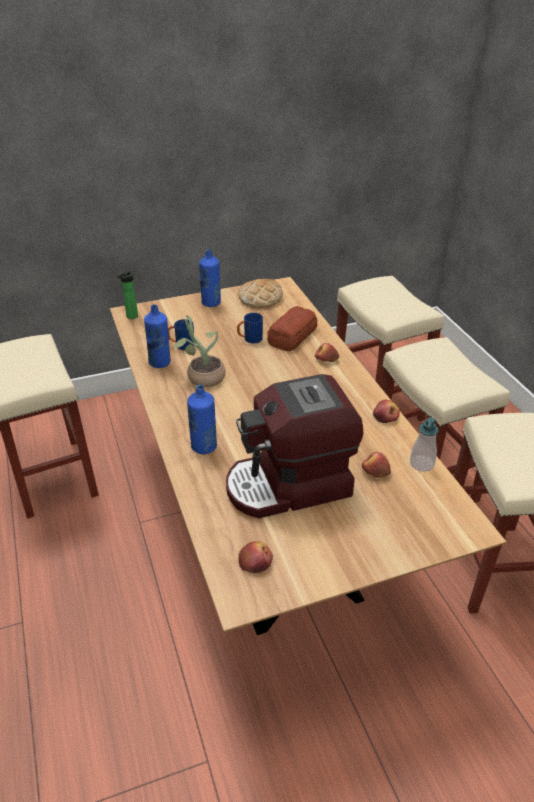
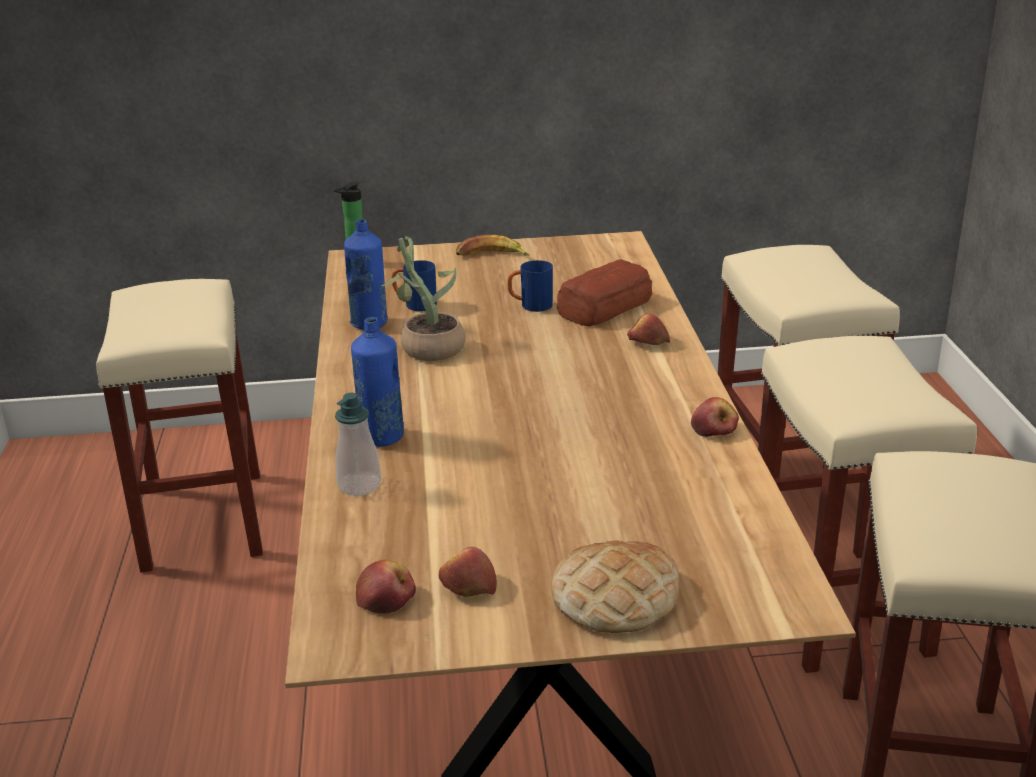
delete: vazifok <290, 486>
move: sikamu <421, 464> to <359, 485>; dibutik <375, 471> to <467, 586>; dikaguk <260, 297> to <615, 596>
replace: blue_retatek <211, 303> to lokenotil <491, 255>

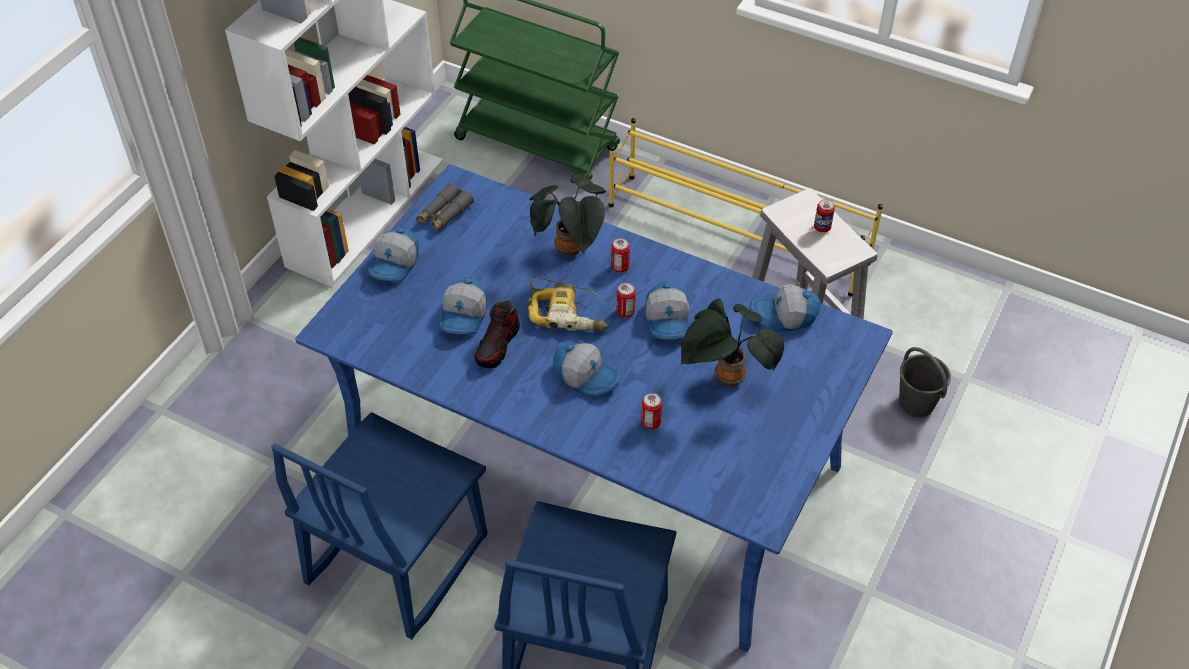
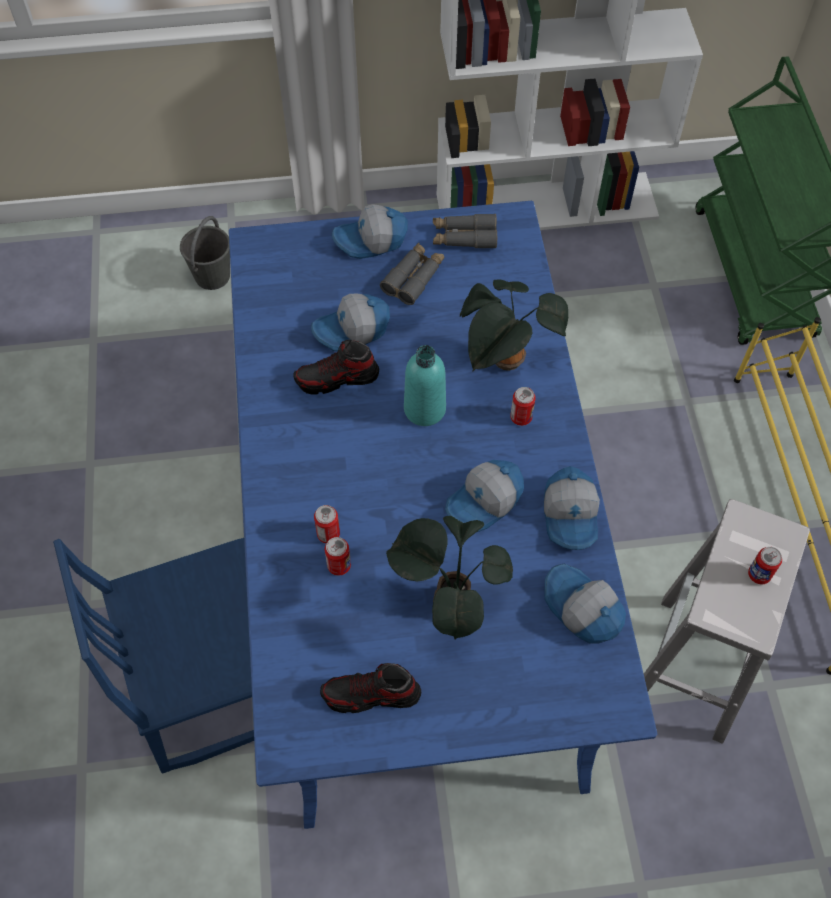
delete: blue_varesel <395, 559>
insert: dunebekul <371, 695>; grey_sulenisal <413, 278>
move: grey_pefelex <917, 404> to <212, 276>; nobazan <625, 312> to <328, 534>; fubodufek <586, 376> to <571, 515>
replace: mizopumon <567, 312> to turquoise_retatek <424, 409>

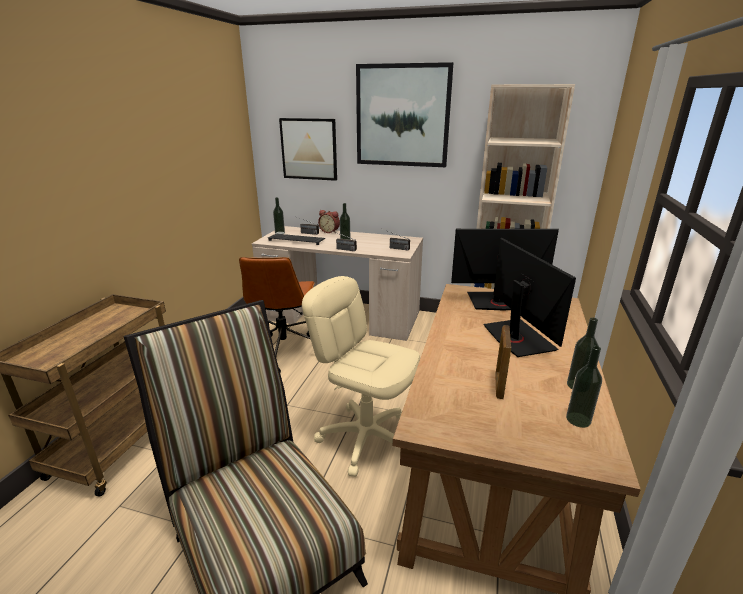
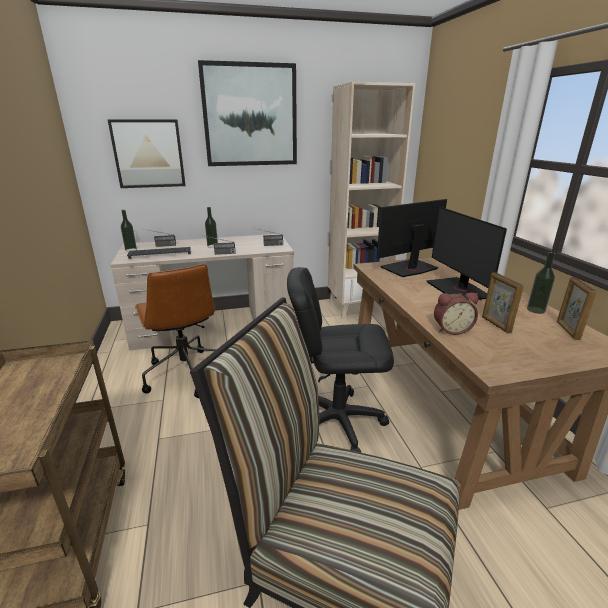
move: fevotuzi <330, 231> to <451, 329>
replace: retatek <578, 420> to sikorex <567, 330>
recolor: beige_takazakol <366, 438> to black_takazakol <337, 422>
rotate: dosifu <517, 338> = <458, 290> 150 degrees counterclockwise

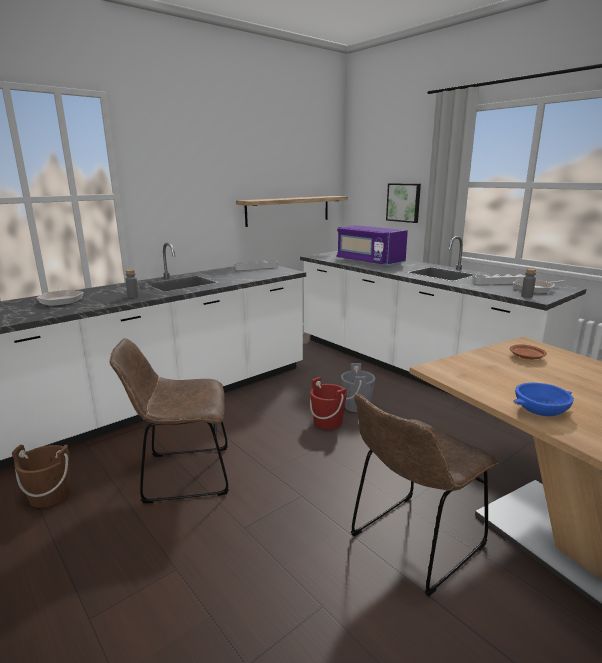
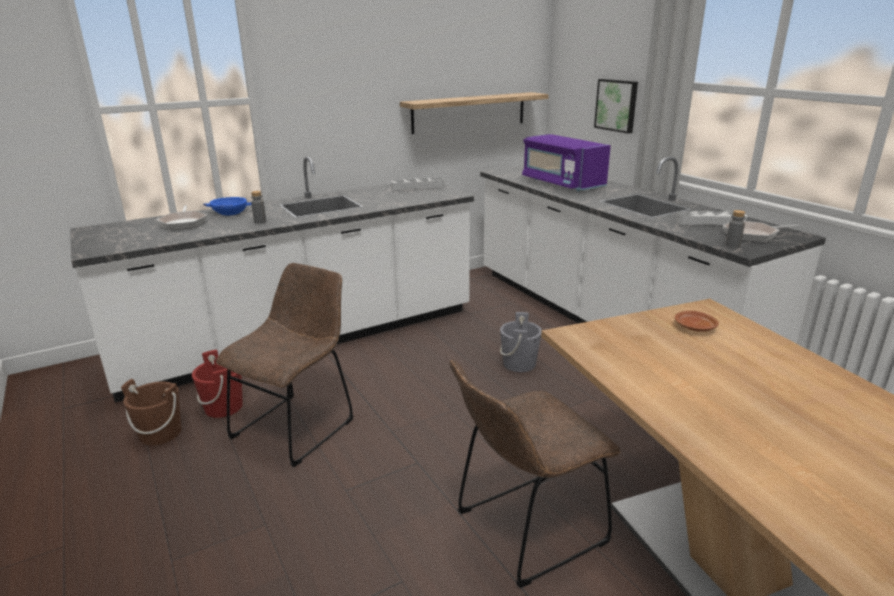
move: red_pefelex <328, 422> to <223, 407>; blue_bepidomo <540, 409> to <230, 213>
rotate: brown_varesel <182, 474> = <297, 426> 120 degrees clockwise

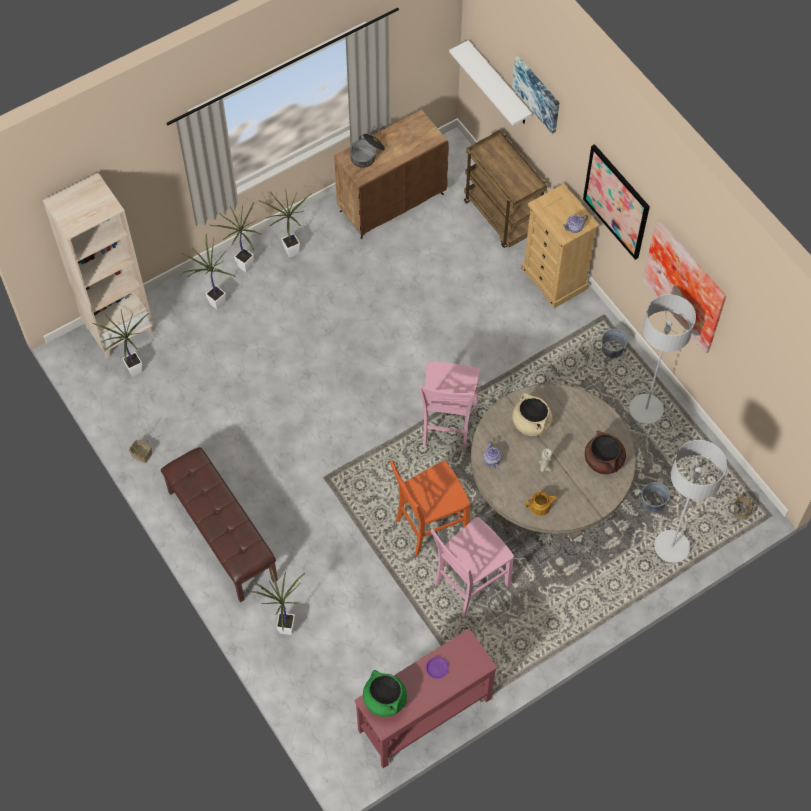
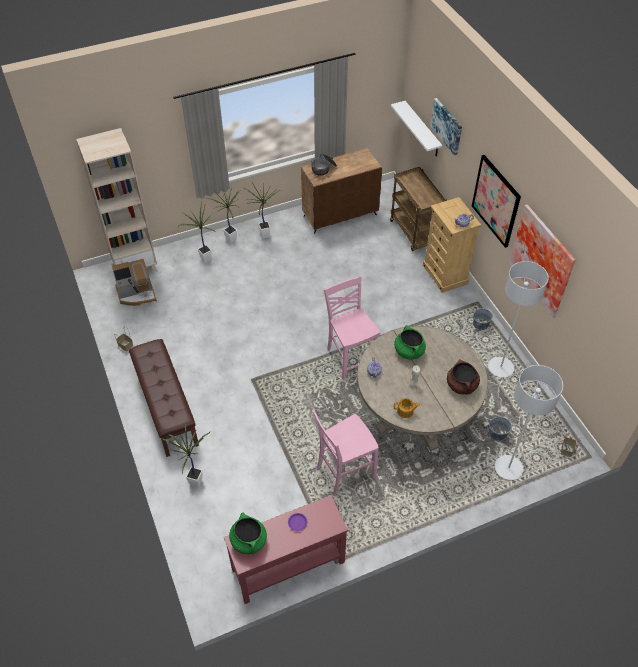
delete: orange_varesel <429, 526>
replace: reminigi <134, 374> to vazifok <137, 294>
recolor: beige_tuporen <531, 423> to green_tuporen <408, 351>
rotate: pink_varesel <447, 425> = <350, 357> 135 degrees clockwise

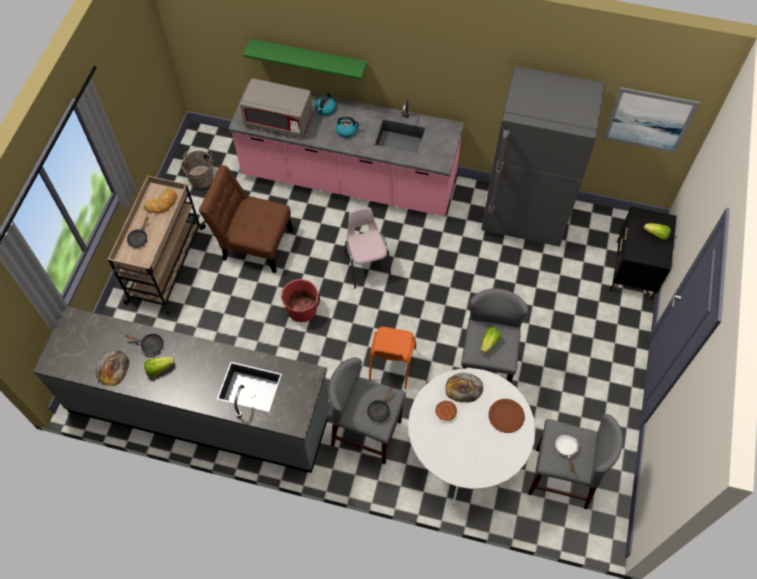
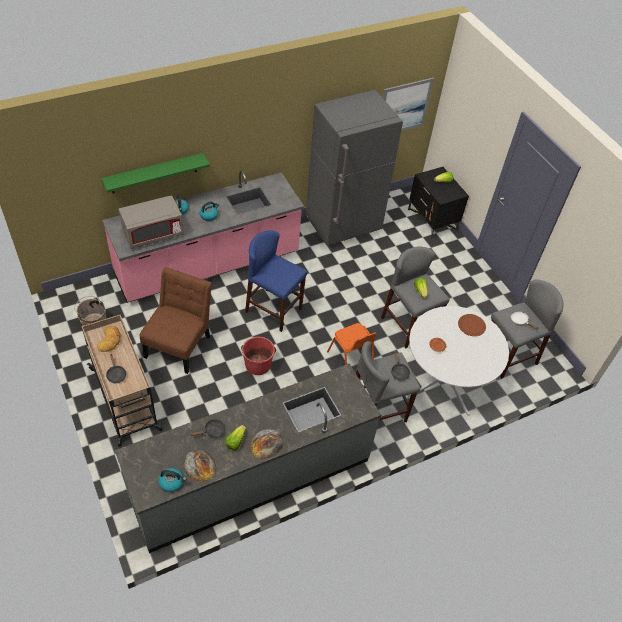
insert: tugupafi <172, 482>
move: dikaguk <464, 388> to <266, 443>
replace: pink_varesel <367, 265> to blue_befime <273, 310>
rotate: brown_varesel <254, 243> = <179, 344> 135 degrees clockwise

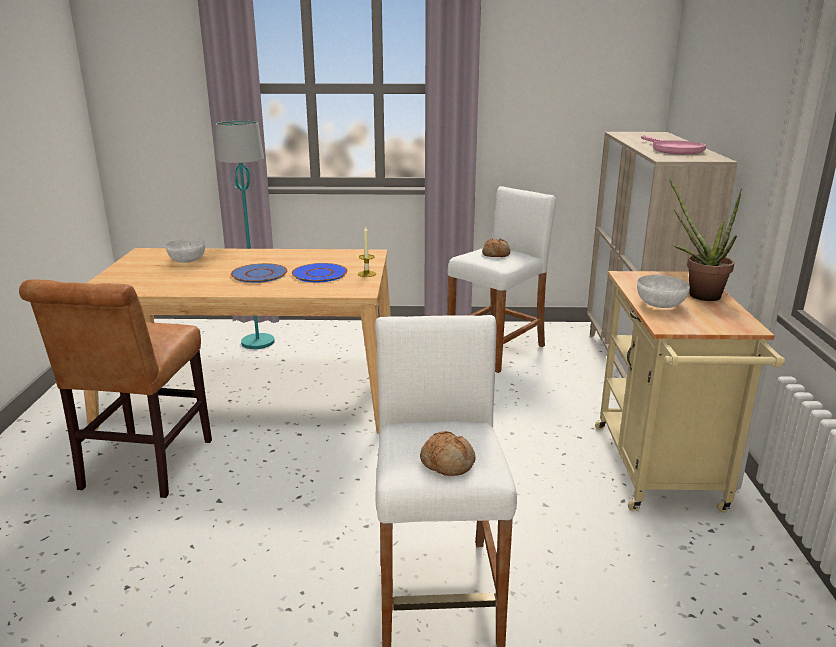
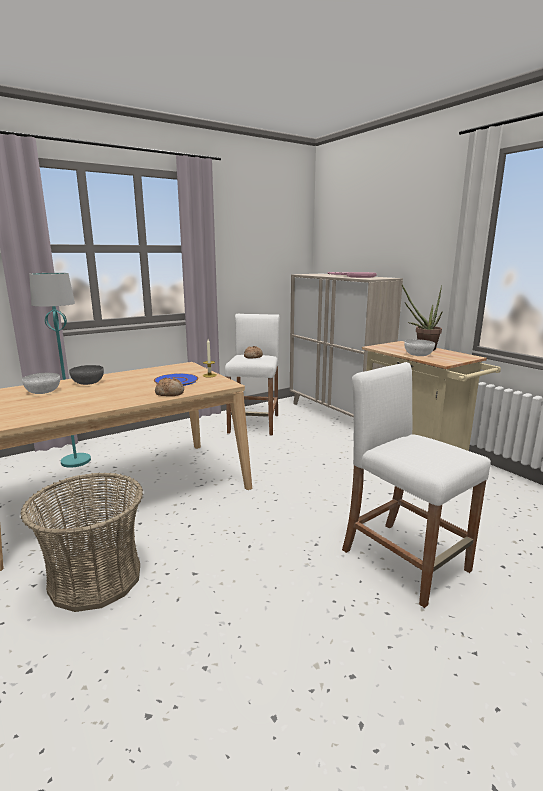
delete: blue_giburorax <259, 274>
insert: grey_bepidomo <87, 383>
move: dikaguk <448, 463> to <170, 393>
replace: brown_varesel <143, 468> to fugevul <95, 578>

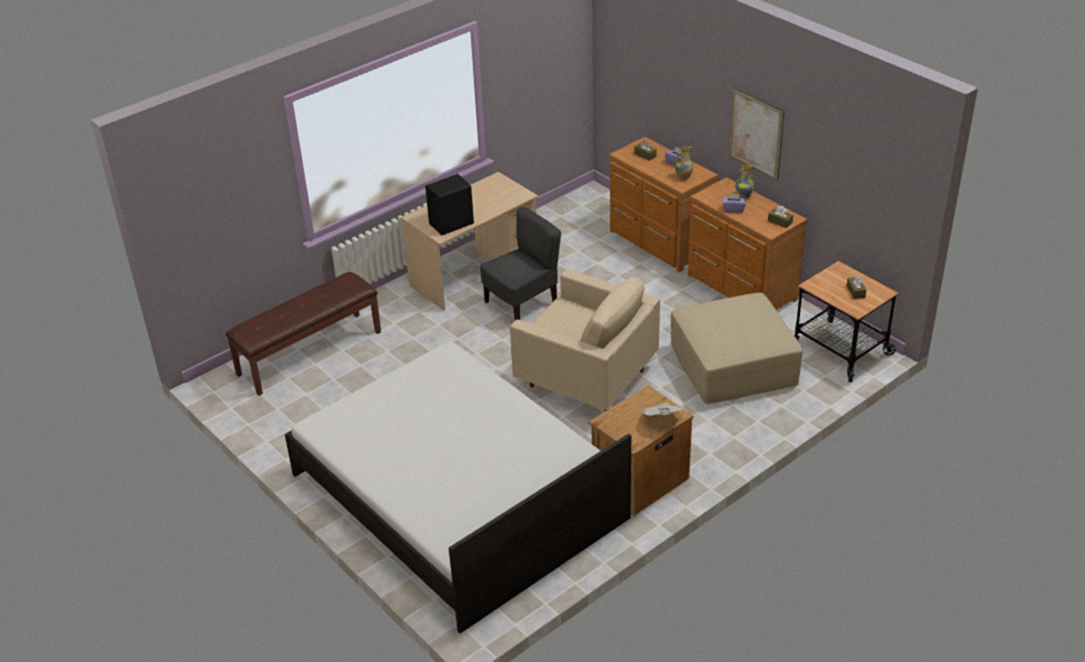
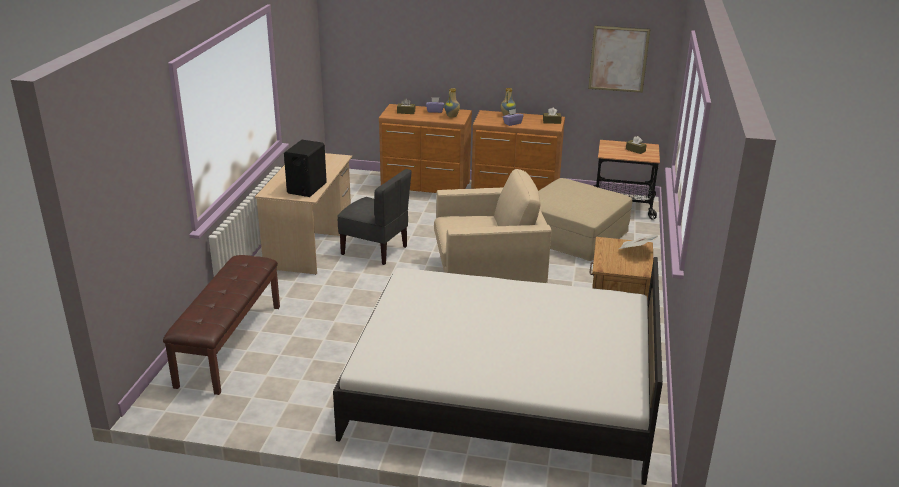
move: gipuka <756, 134> to <618, 59>
rotate: grey_varesel <522, 304> = <375, 250> 105 degrees clockwise

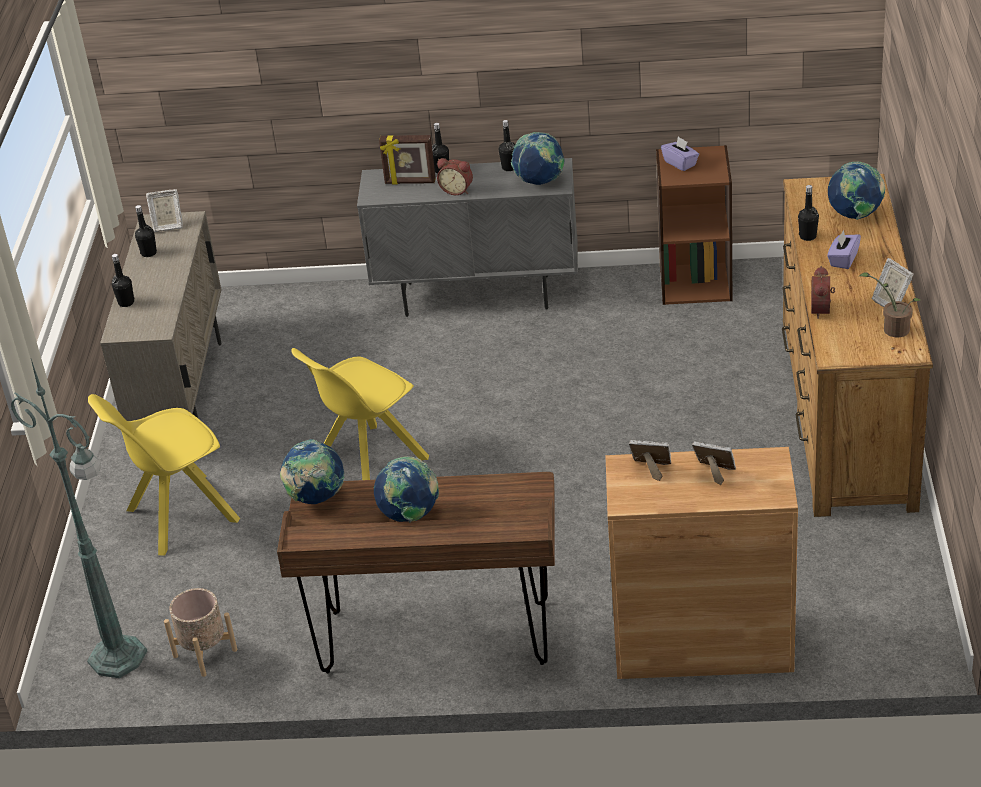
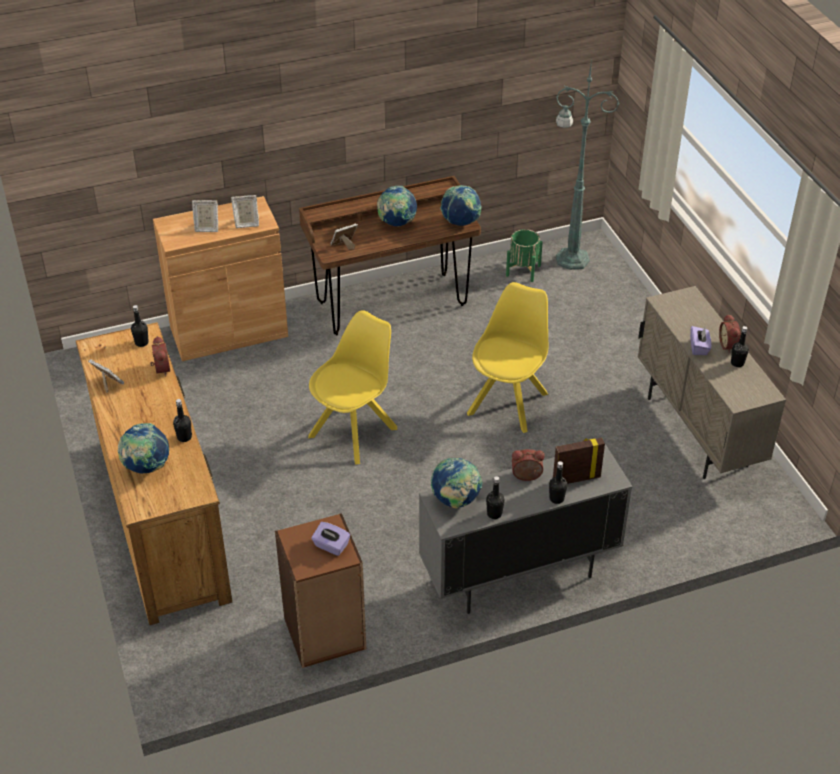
delete: reminigi <892, 328>
insert: fevotuzi <729, 345>
move: black_retatek <126, 302> to <141, 342>; yellow_varesel <179, 516> to <355, 431>; sikorex <167, 226> to <344, 246>; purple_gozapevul <843, 260> to <699, 347>
recolor: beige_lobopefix <204, 653> to green_lobopefix <523, 270>

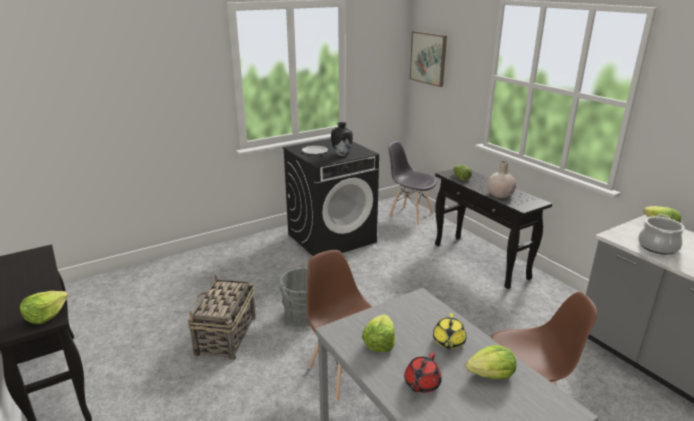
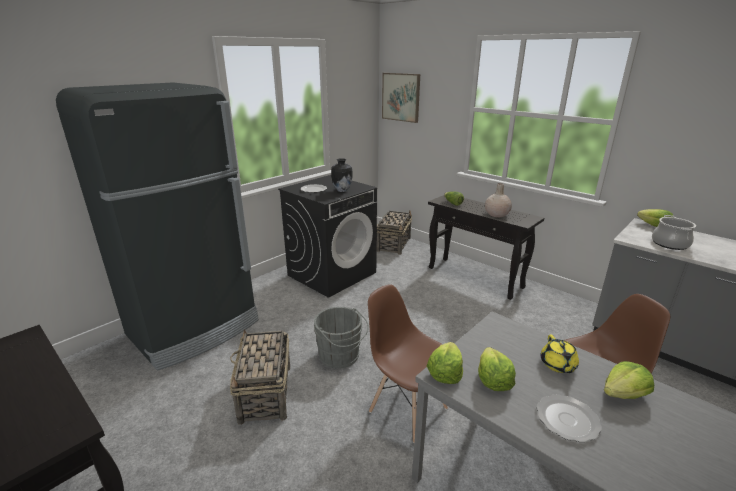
insert: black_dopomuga <195, 328>
move: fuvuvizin <45, 315> to <445, 373>
replace: grey_varesel <410, 215> to fugevul <394, 244>; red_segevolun <421, 384> to giburorax <568, 420>

